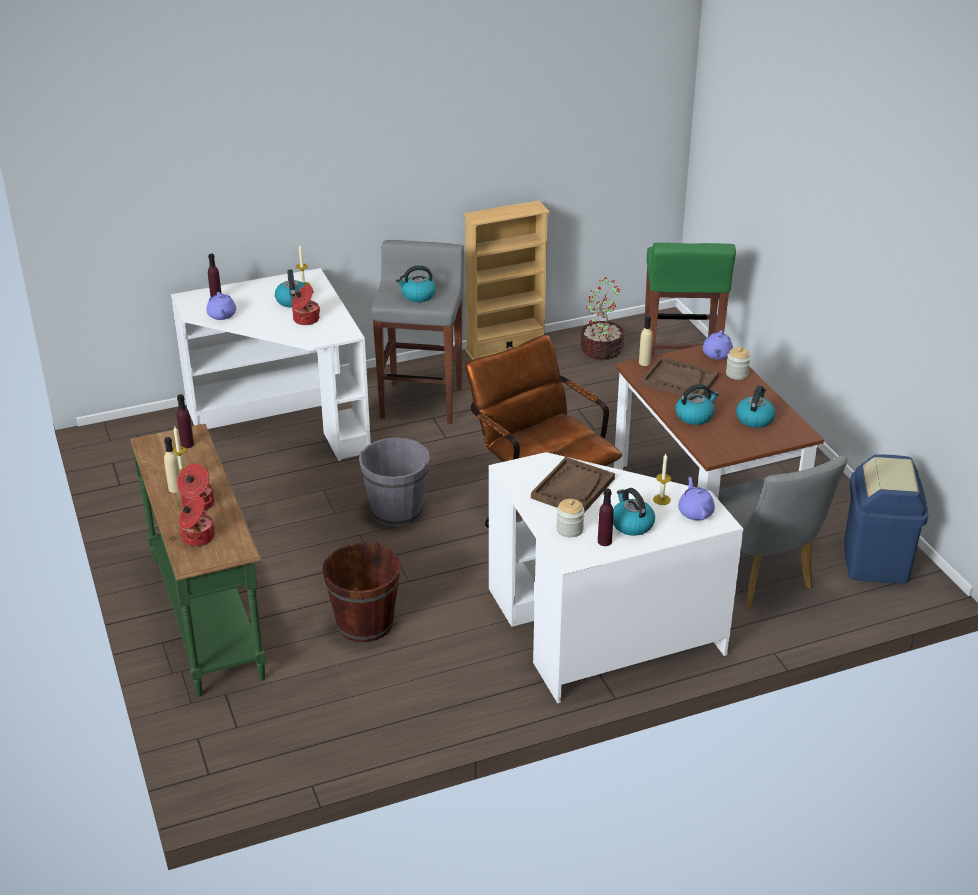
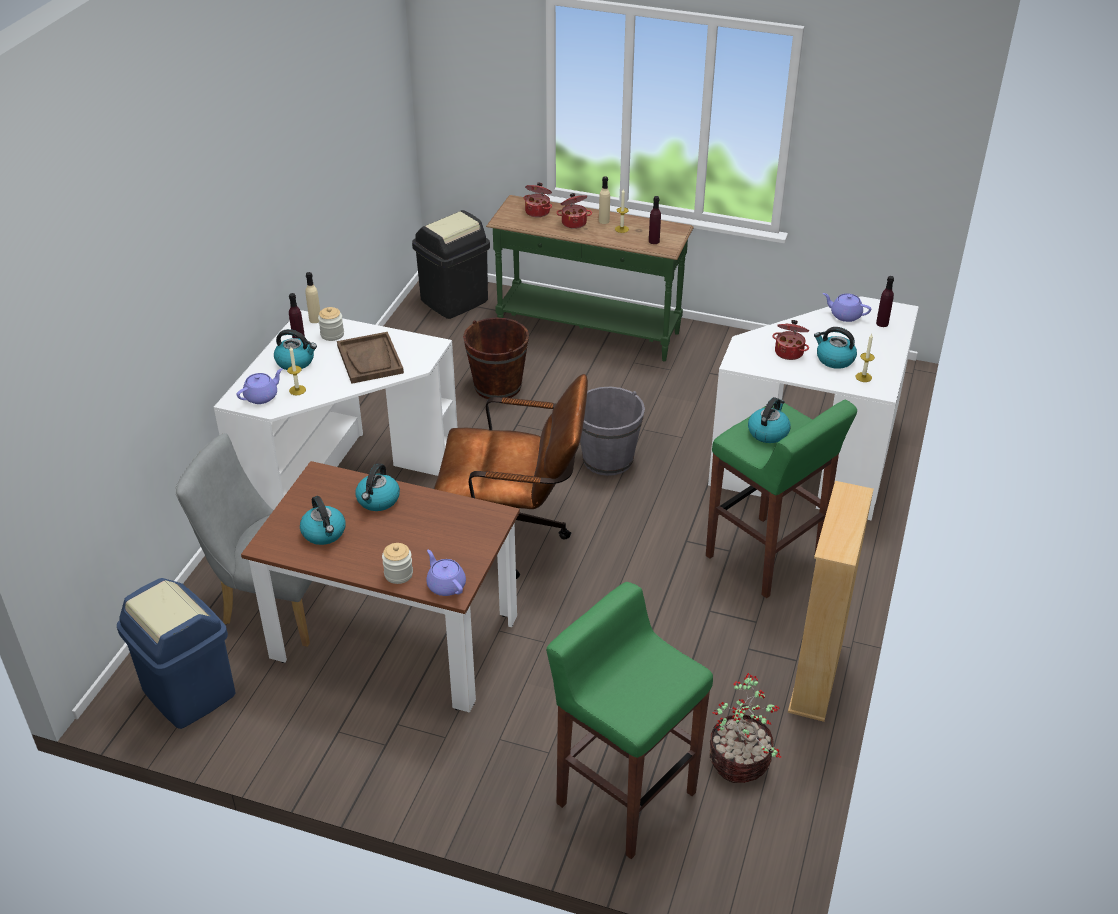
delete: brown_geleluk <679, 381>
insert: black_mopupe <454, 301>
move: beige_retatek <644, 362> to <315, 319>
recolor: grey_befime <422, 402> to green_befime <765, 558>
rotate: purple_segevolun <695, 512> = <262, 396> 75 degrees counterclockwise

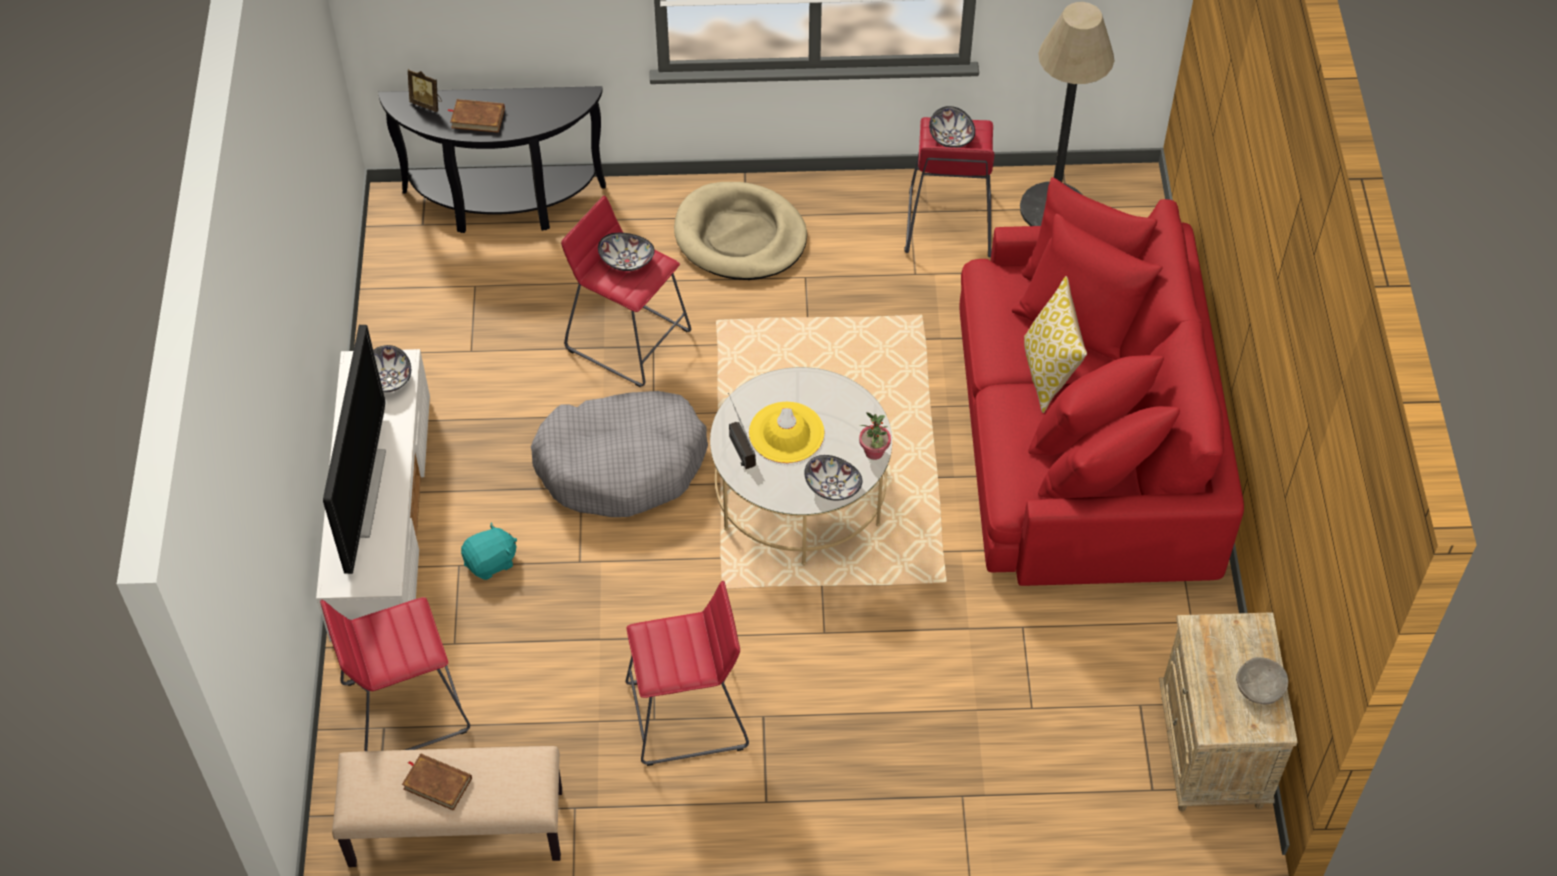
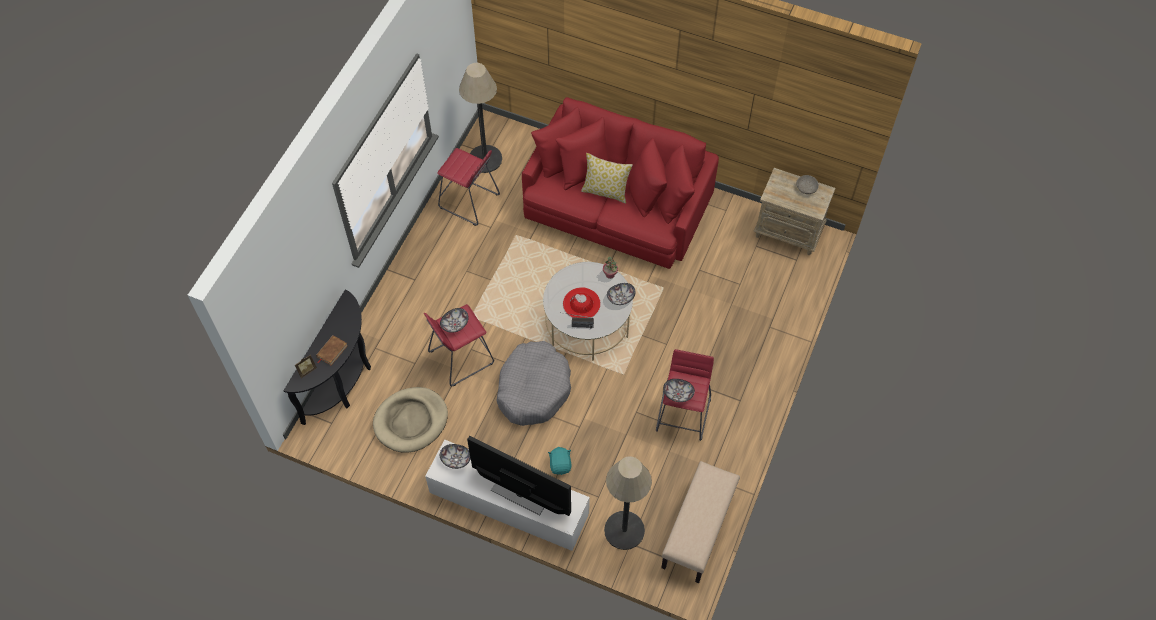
delete: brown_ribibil <437, 783>
move: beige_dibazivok <740, 236> to <411, 421>; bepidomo <950, 138> to <678, 394>
replace: red_befime <405, 708> to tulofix <624, 530>
recolor: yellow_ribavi <786, 433> to red_ribavi <581, 303>

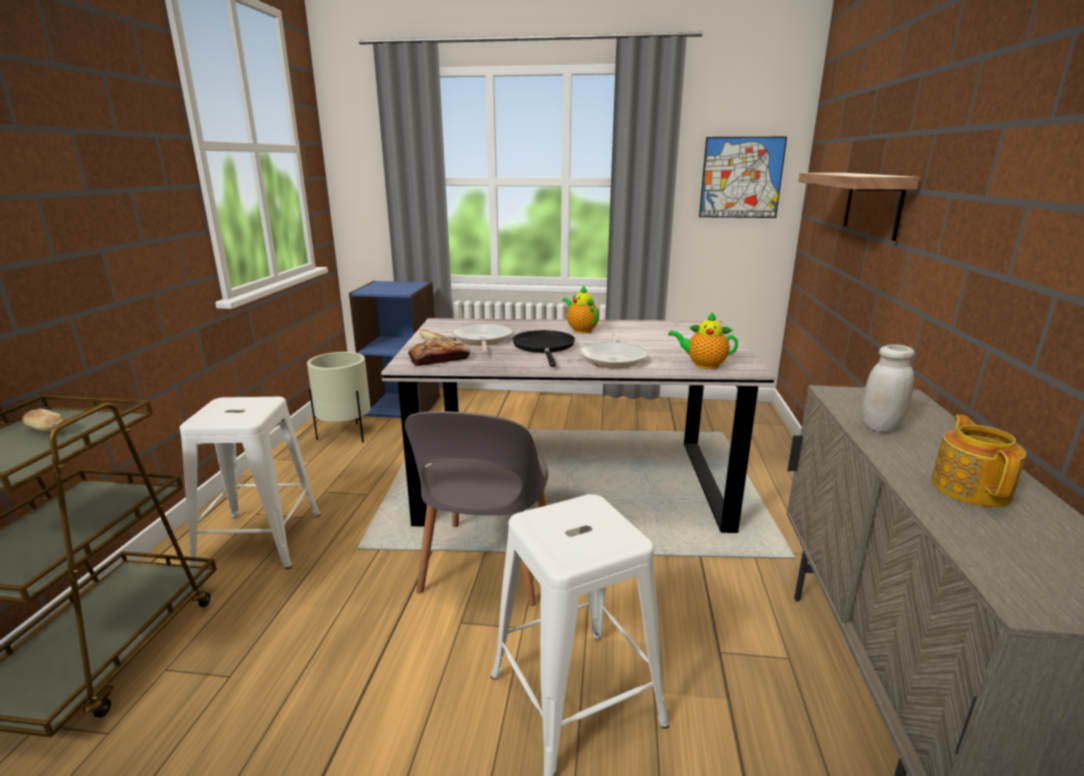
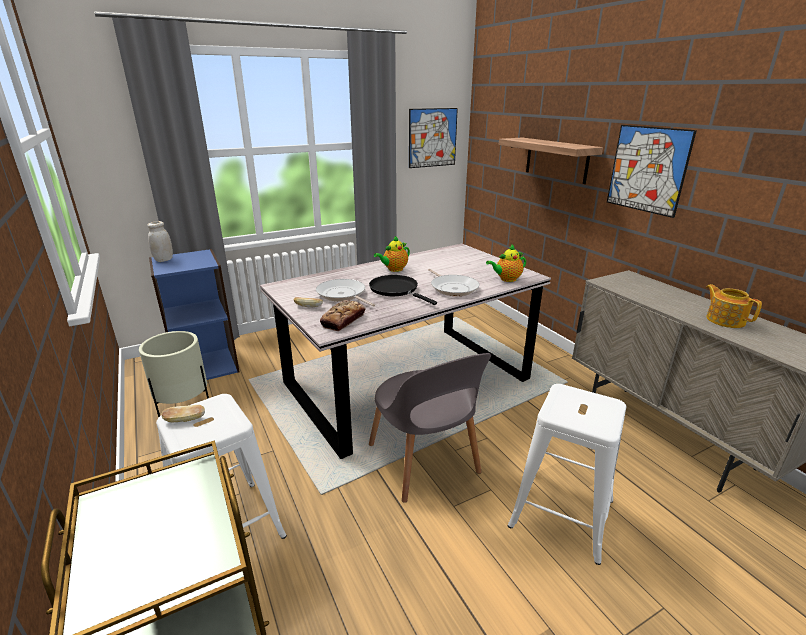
insert: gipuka <647, 169>
move: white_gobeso <880, 427> to <164, 260>; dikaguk <47, 430> to <185, 420>
rotate: segevolun <581, 330> = <394, 269> 60 degrees counterclockwise

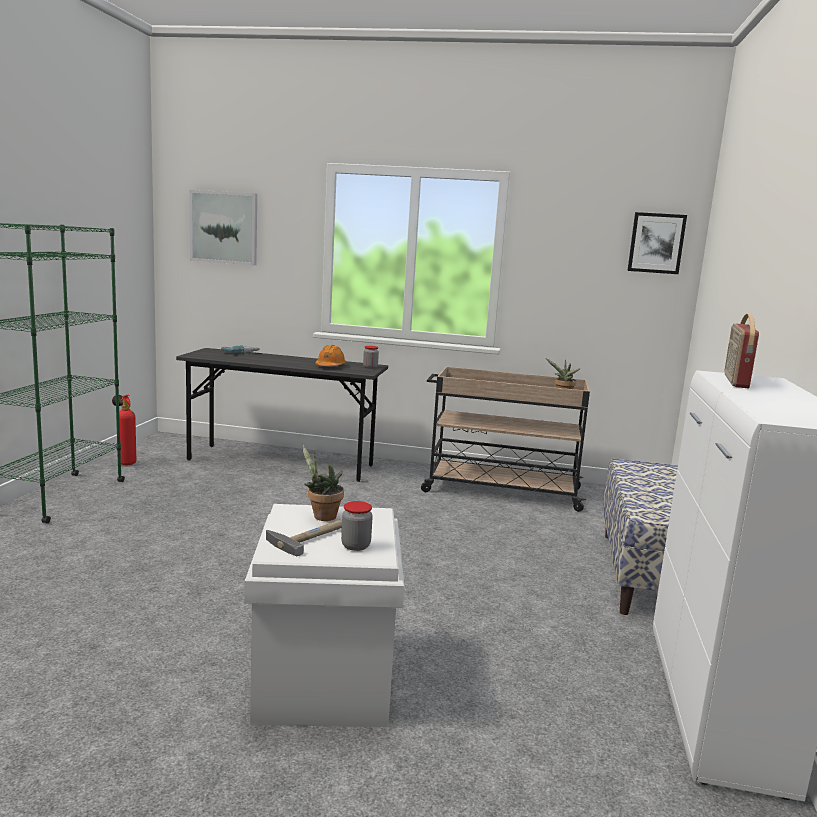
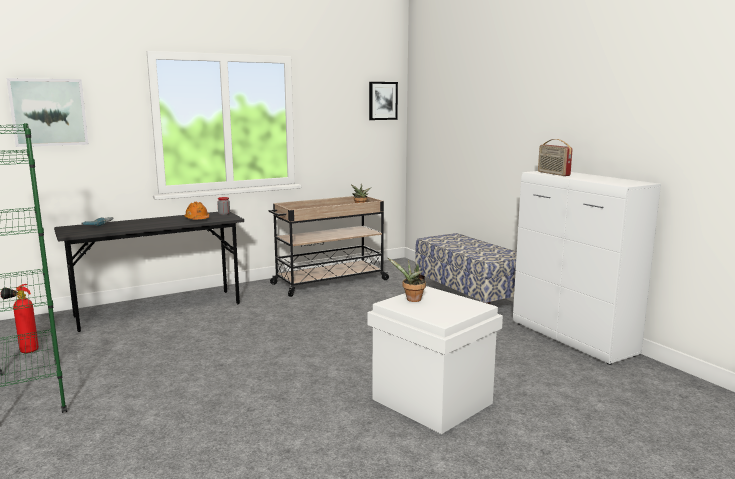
delete: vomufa <311, 537>; gobeso <355, 546>

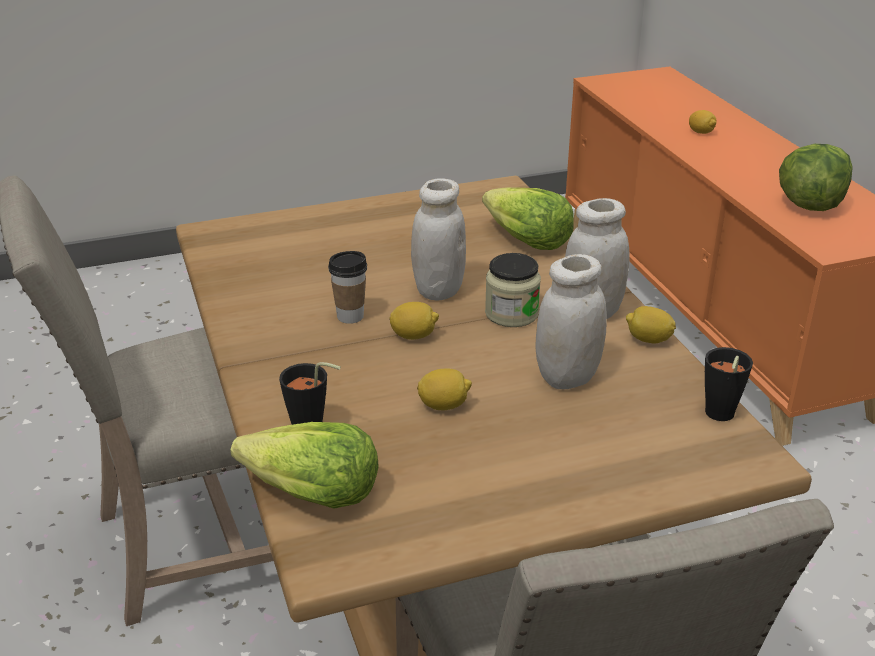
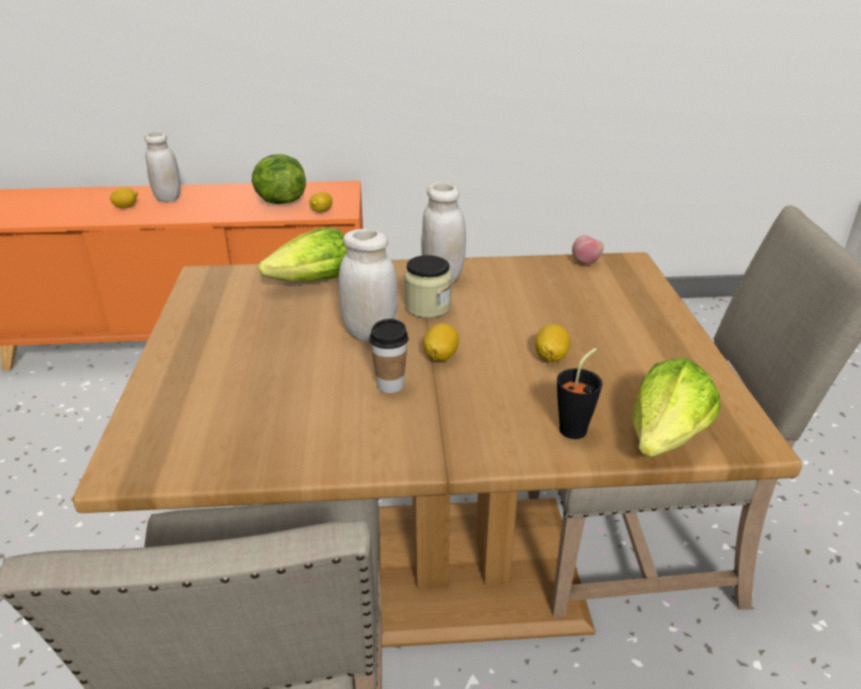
move: white_gobeso <567, 377> to <168, 198>; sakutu <648, 340> to <321, 211>
replace: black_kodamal <718, 416> to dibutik <585, 262>

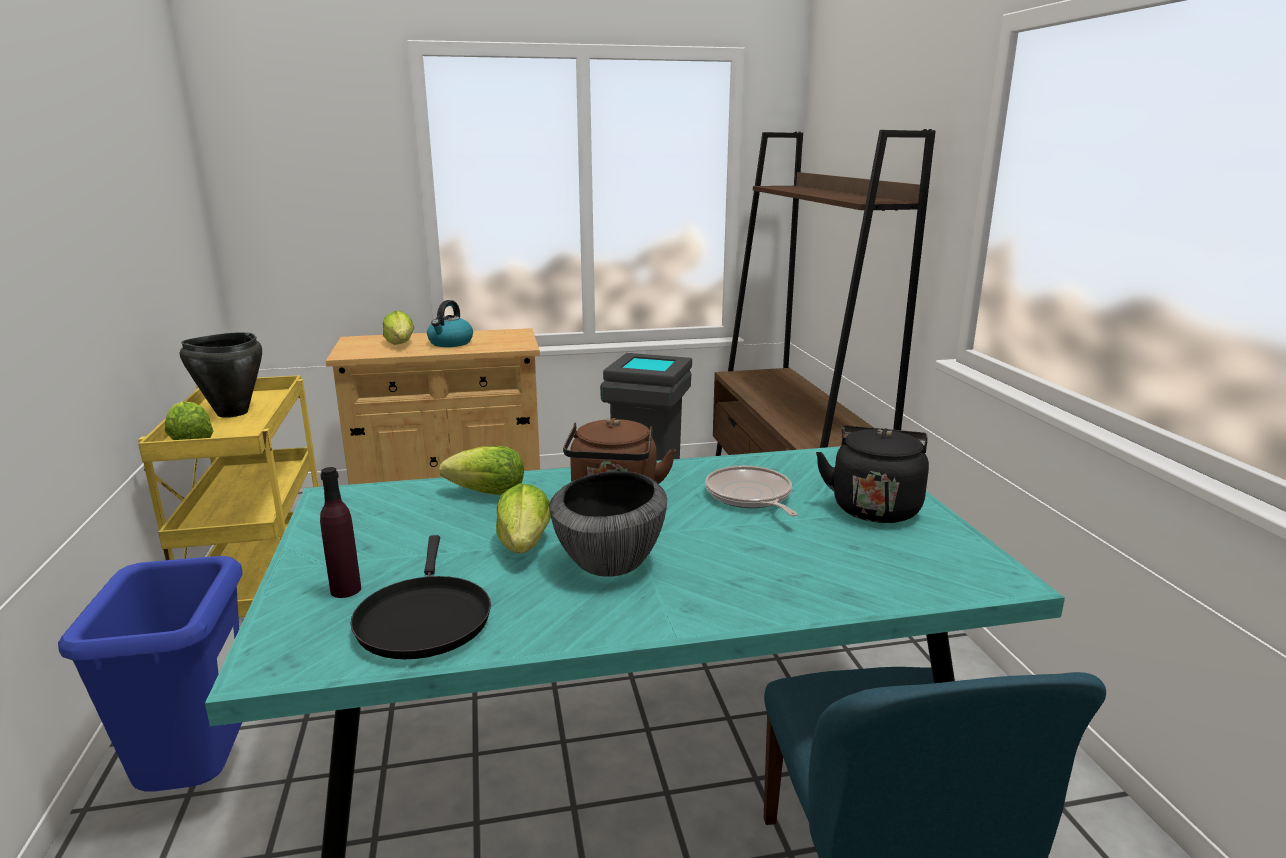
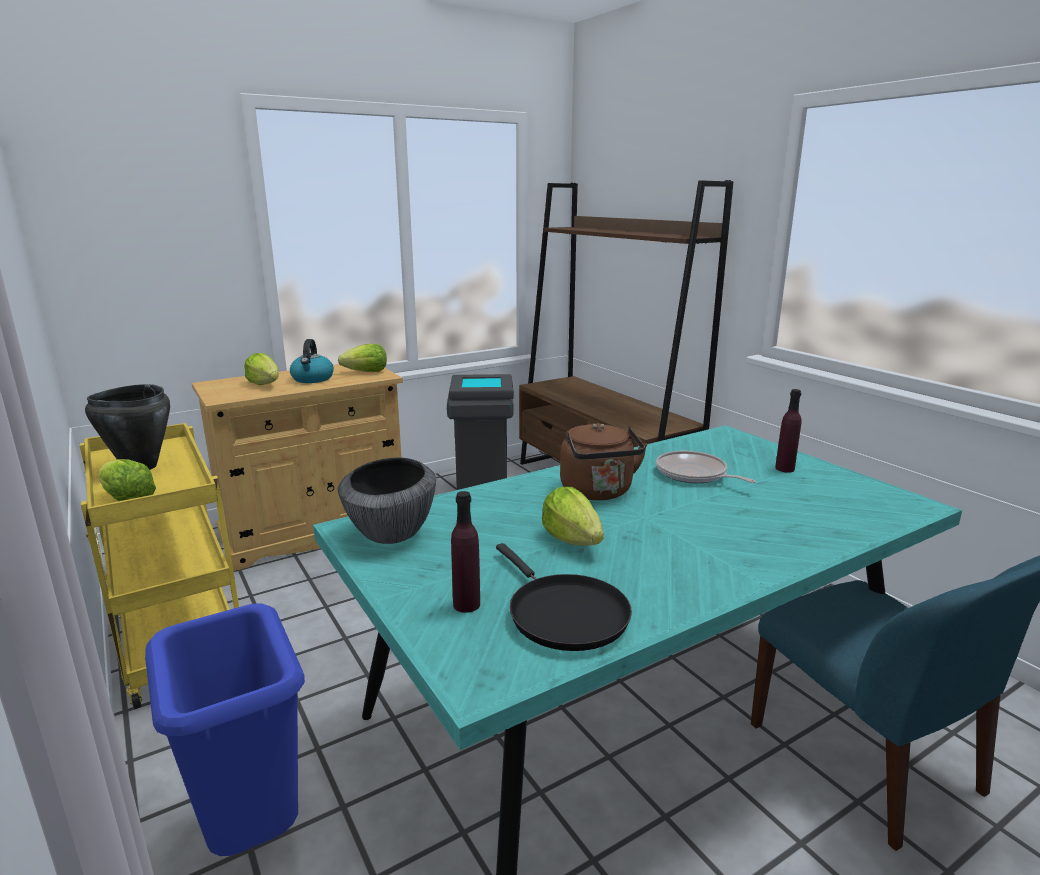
move: bepidomo <609, 564> to <391, 534>; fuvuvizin <488, 493> to <366, 372>
replace: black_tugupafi <874, 507> to purple_retatek <784, 468>

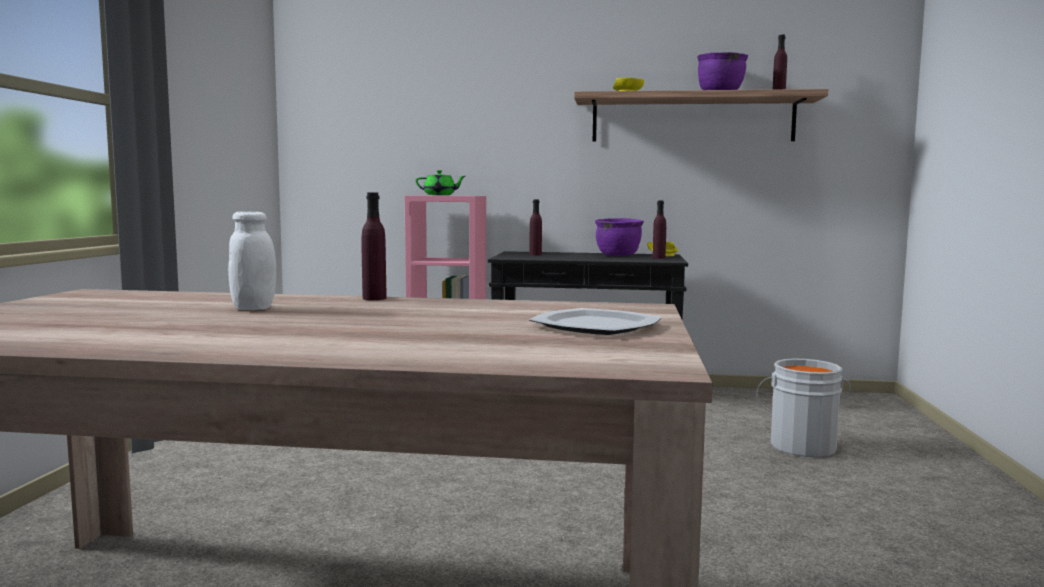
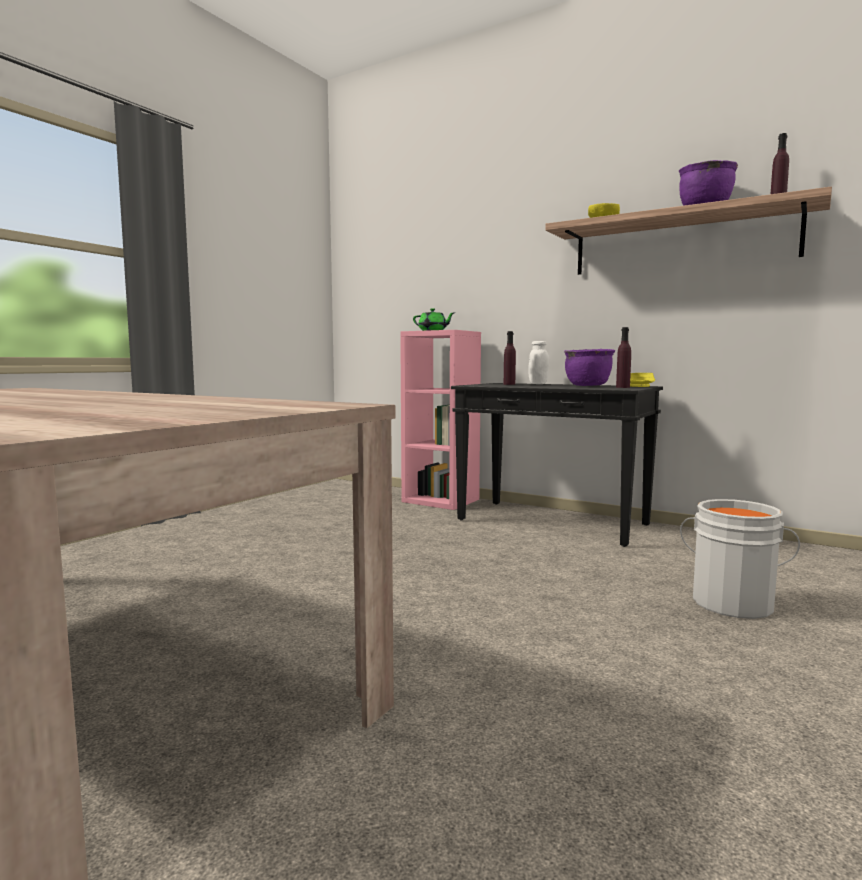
delete: purple_retatek <374, 298>; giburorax <596, 326>
move: white_gobeso <253, 308> to <538, 384>

